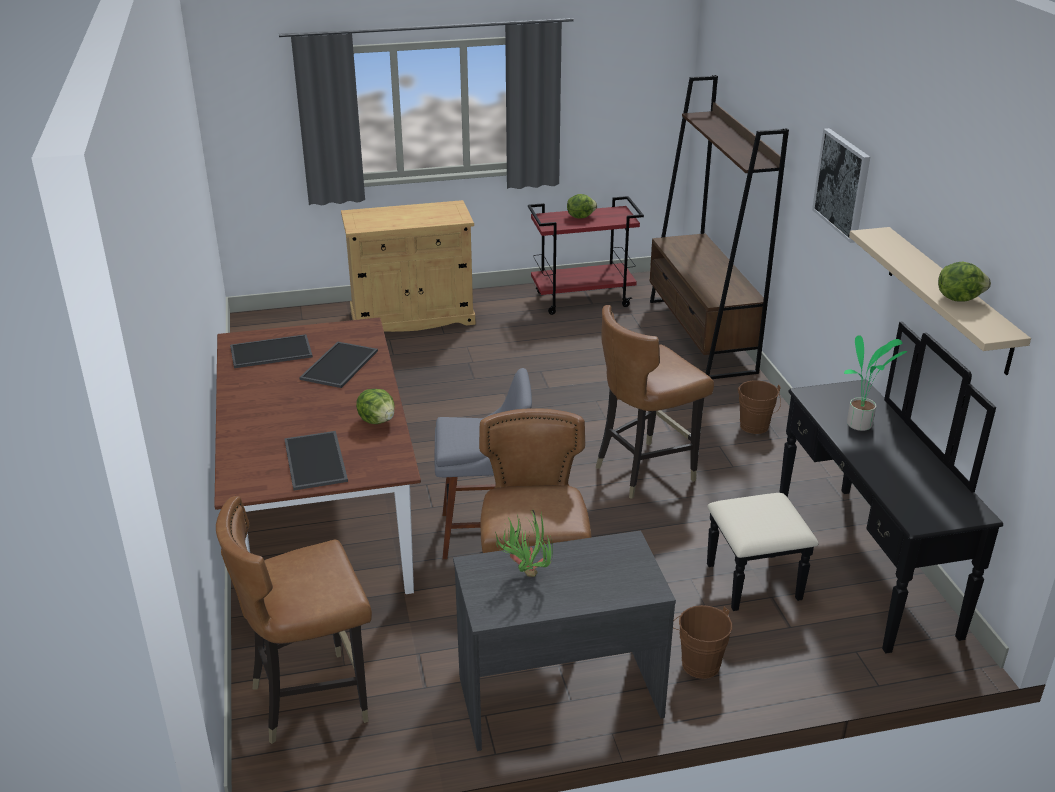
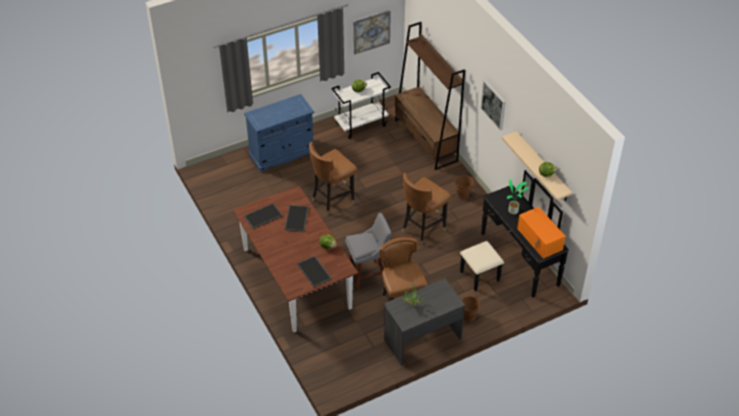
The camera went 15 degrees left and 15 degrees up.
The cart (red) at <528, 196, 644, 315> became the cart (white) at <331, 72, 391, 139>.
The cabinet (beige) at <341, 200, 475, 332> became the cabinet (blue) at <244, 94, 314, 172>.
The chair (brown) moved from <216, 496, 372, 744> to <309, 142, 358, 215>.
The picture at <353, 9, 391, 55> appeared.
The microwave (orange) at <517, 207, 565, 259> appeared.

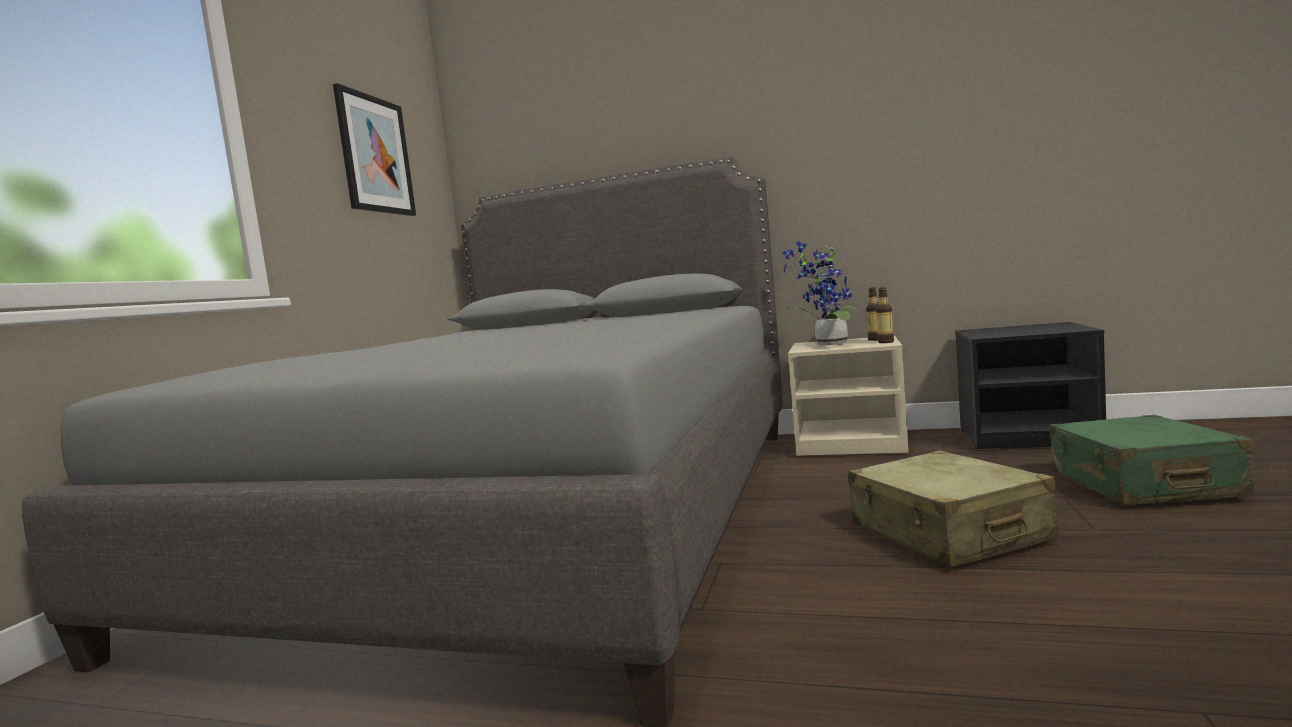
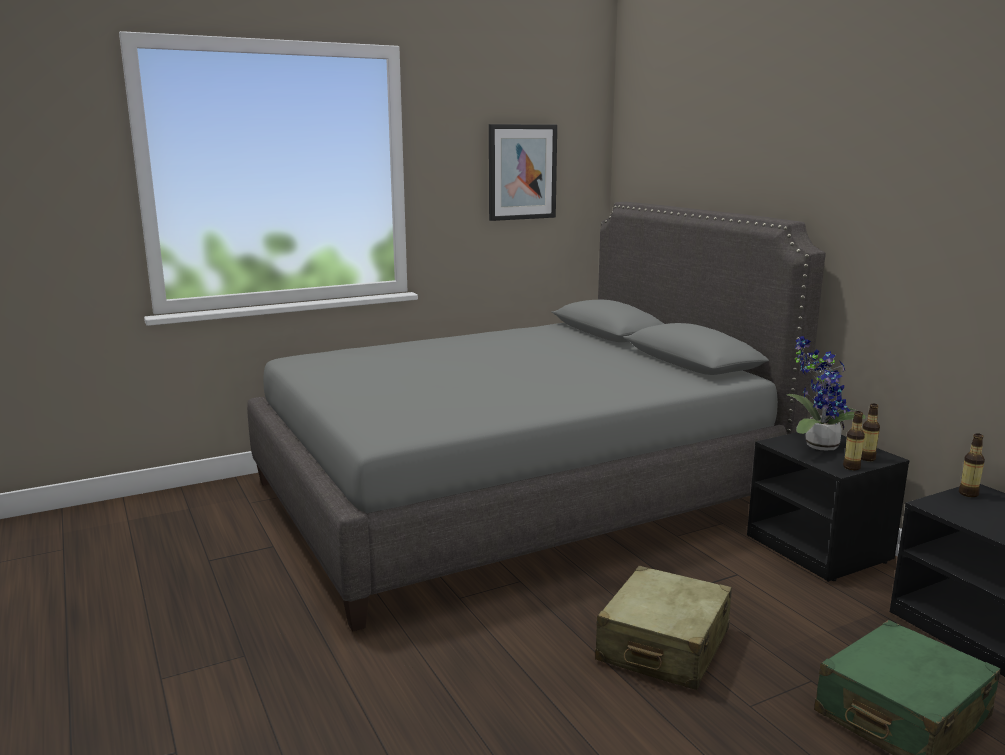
The camera went 45 degrees right and 10 degrees up.
The nightstand (beige) at <788, 336, 909, 456> became the nightstand (black) at <747, 432, 910, 582>.
The bottle at <959, 433, 985, 497> appeared.

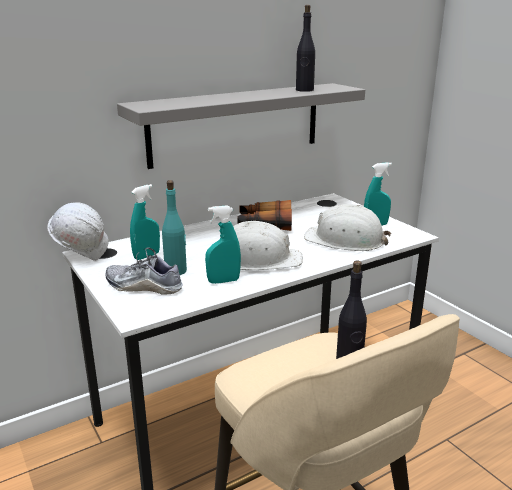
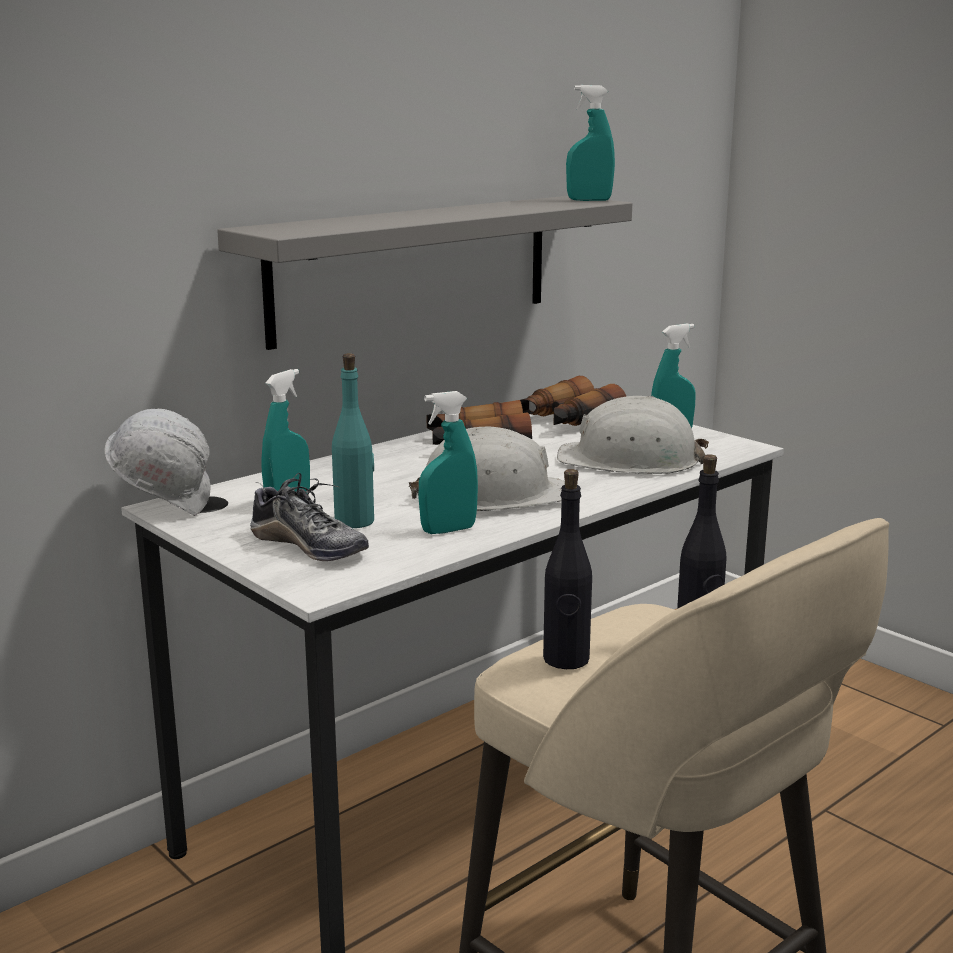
The camera went 10 degrees left and 5 degrees down.
The bottle (black) moved from <296, 5, 315, 92> to <543, 469, 592, 669>.
The shoe at <106, 247, 182, 295> turned 150 degrees counterclockwise.
The spray bottle (turquoise) at <566, 85, 615, 201> appeared.
The binoculars at <520, 376, 626, 426> appeared.

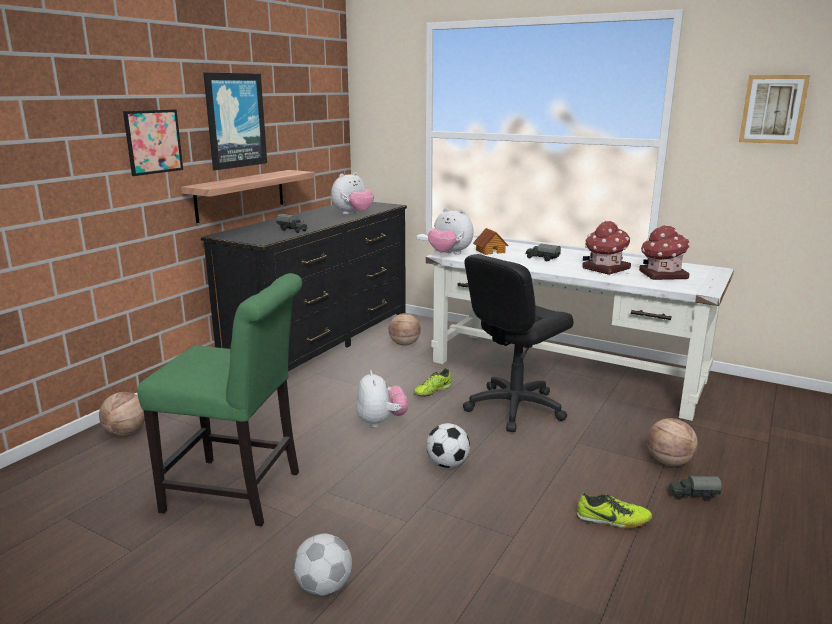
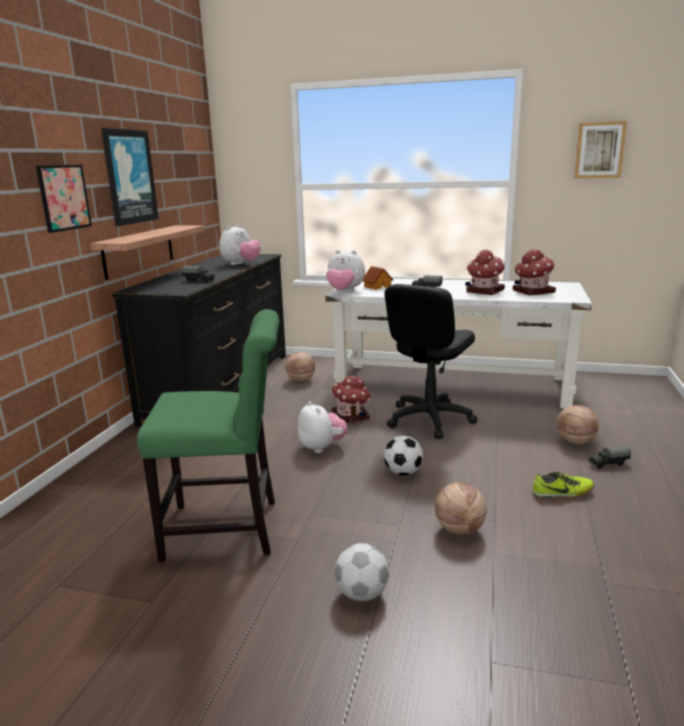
The camera went 15 degrees left and 0 degrees up.
The shoe at <414, 368, 451, 397> was replaced by the toy house at <331, 376, 370, 424>.
The basketball moved from <99, 392, 145, 436> to <435, 482, 487, 535>.

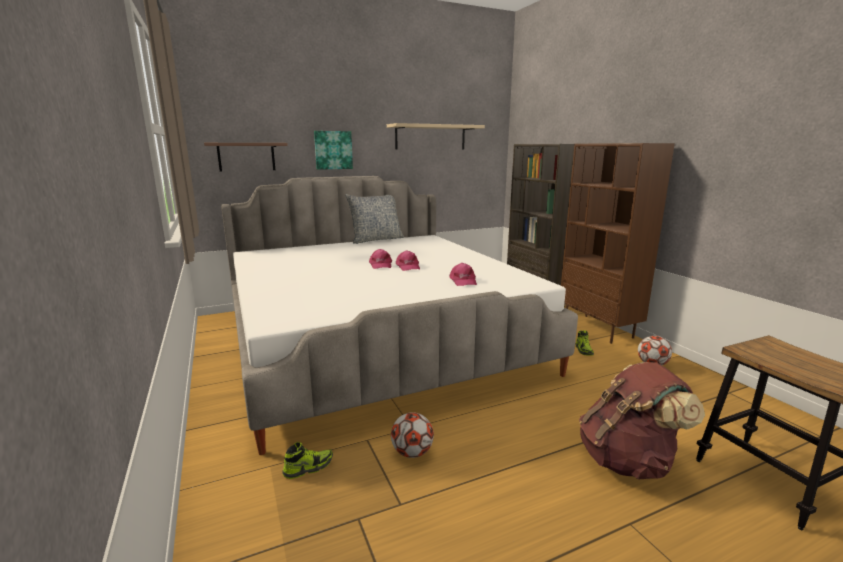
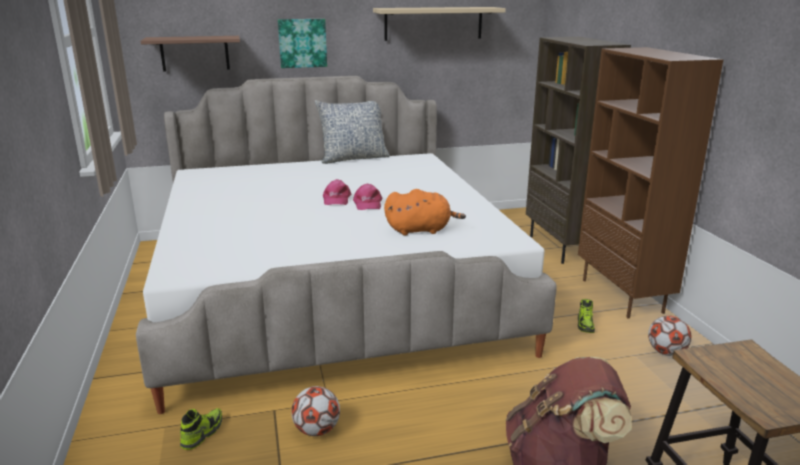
The camera went 10 degrees right and 5 degrees up.
The cap (pink) at <449, 263, 477, 286> was replaced by the plush toy (orange) at <384, 189, 466, 236>.
The shoe at <282, 442, 333, 479> turned 45 degrees counterclockwise.

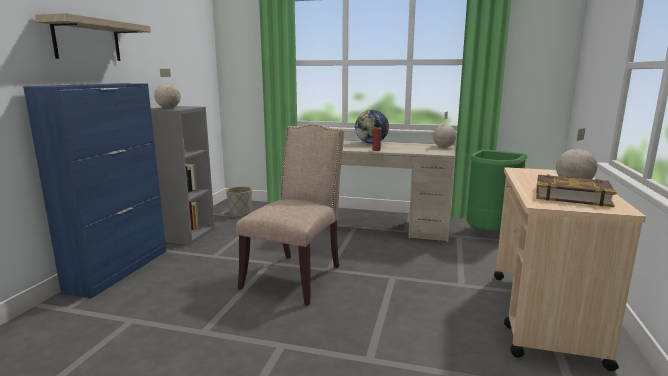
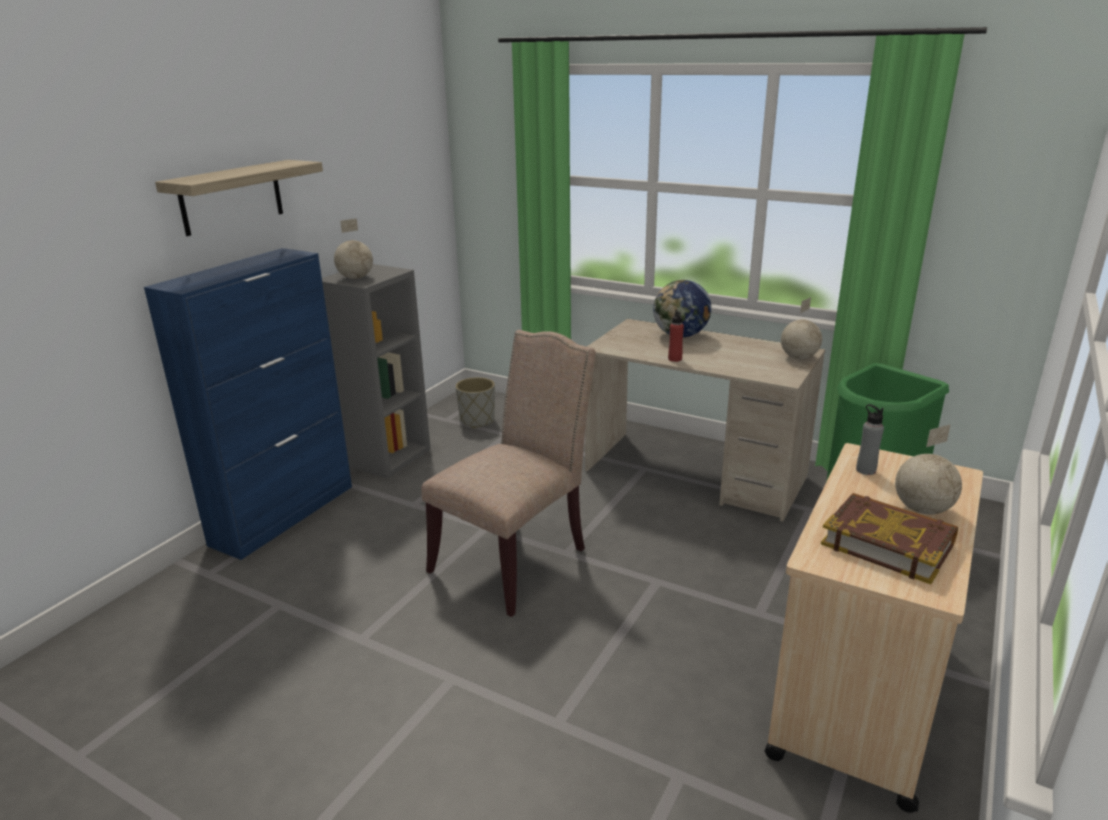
The camera went 15 degrees right and 10 degrees up.
The bottle (grey) at <856, 404, 884, 475> appeared.

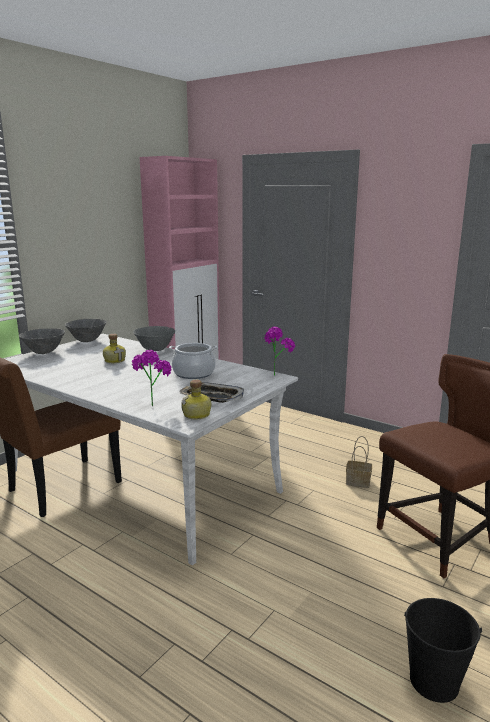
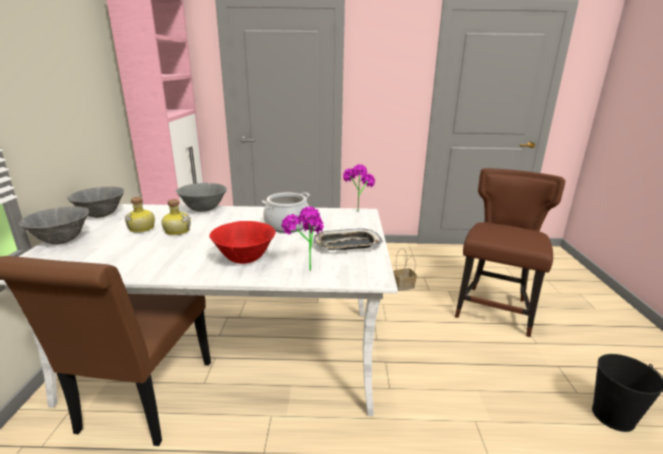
The camera went 35 degrees left and 5 degrees up.
The bottle moved from <181, 380, 211, 419> to <124, 197, 155, 233>.
The bowl (red) at <209, 221, 276, 264> appeared.

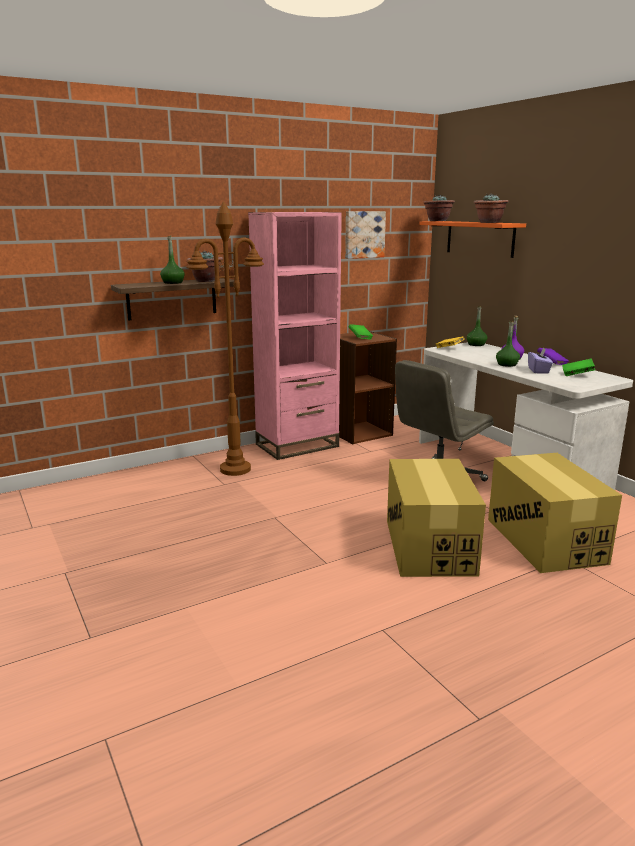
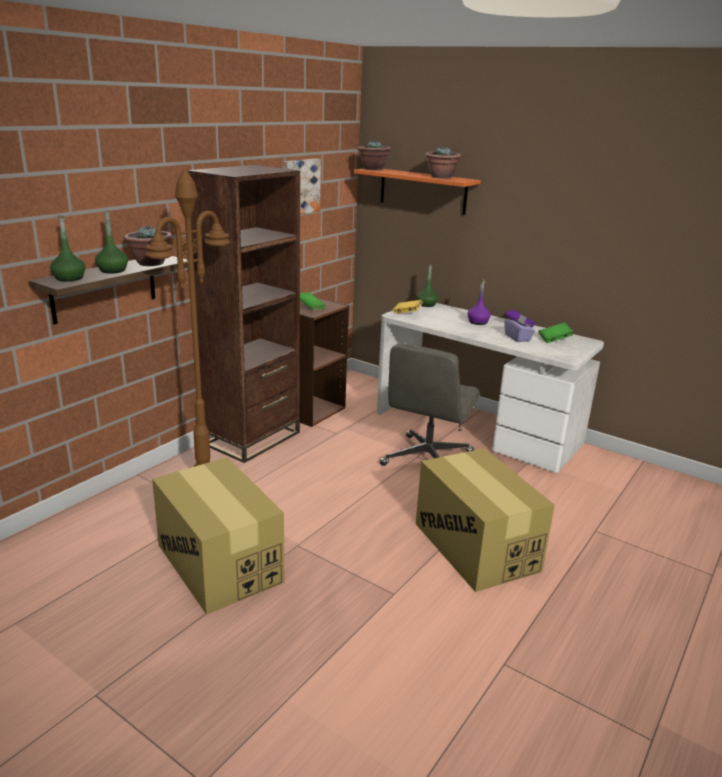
The camera went 25 degrees left and 5 degrees up.
The bookcase (pink) at <248, 212, 342, 460> became the bookcase (brown) at <187, 165, 300, 463>.
The bottle (green) moved from <496, 321, 520, 367> to <50, 216, 85, 281>.
The cardboard box moved from <488, 453, 622, 573> to <152, 457, 284, 615>.

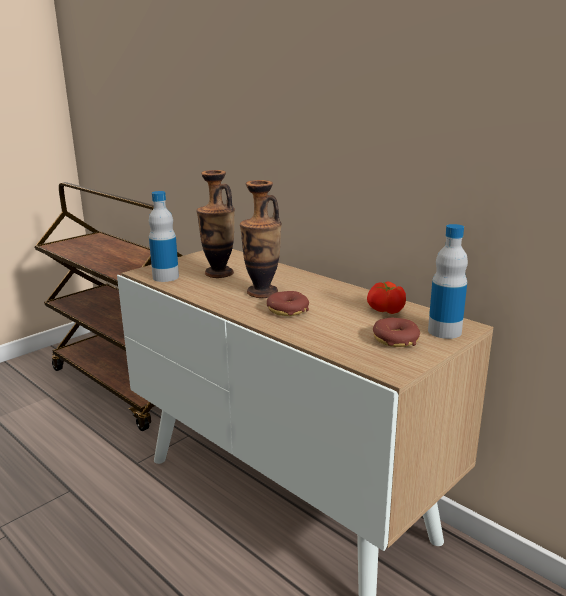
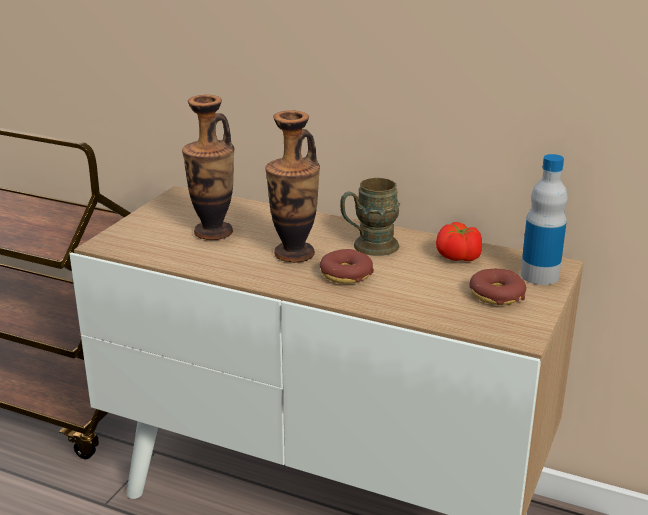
The camera went 20 degrees left and 5 degrees up.
The bottle at <149, 191, 179, 282> disappeared.
The mug (brown) at <340, 178, 400, 256> appeared.

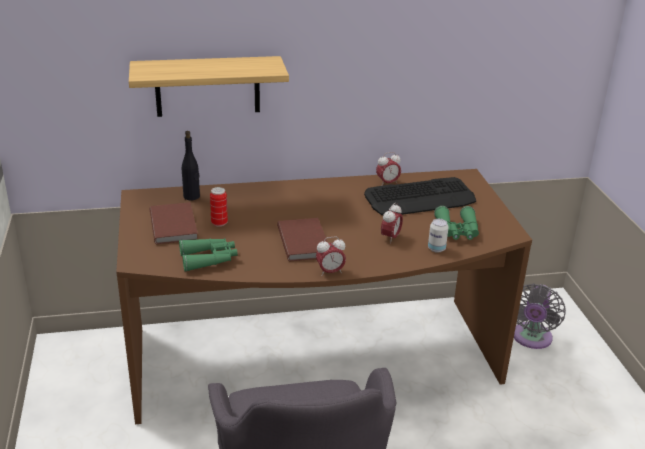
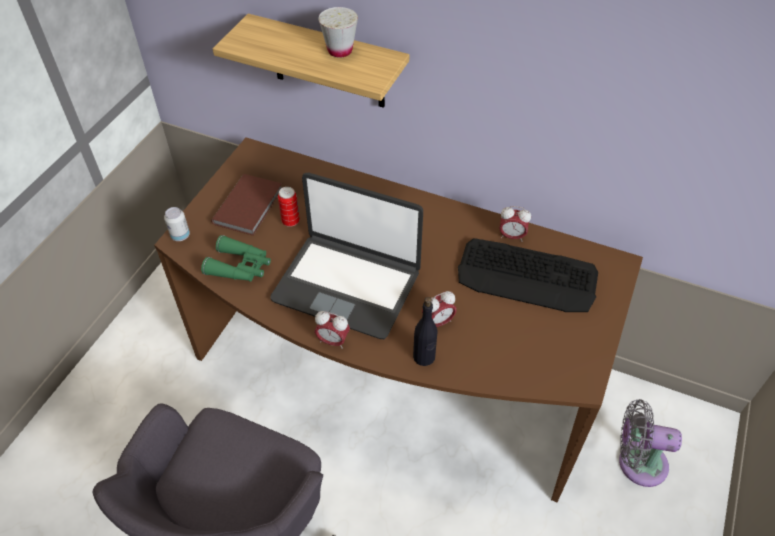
The camera went 35 degrees right and 20 degrees up.
The bottle (black) moved from <182, 131, 200, 200> to <413, 297, 438, 366>.
The binoculars (green) at <434, 206, 479, 240> disappeared.
The book (brown) at <277, 218, 328, 261> was replaced by the laptop at <270, 173, 423, 339>.
The can moved from <428, 219, 449, 253> to <164, 207, 190, 241>.
The fan (grey) at <514, 283, 566, 349> turned 45 degrees clockwise.
The cup (white) at <318, 7, 358, 58> appeared.

